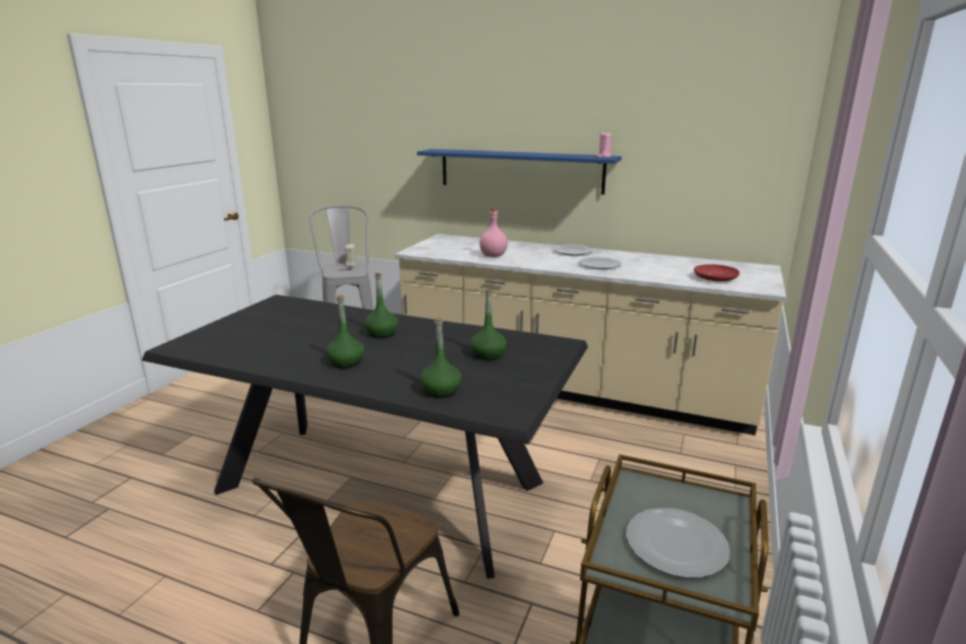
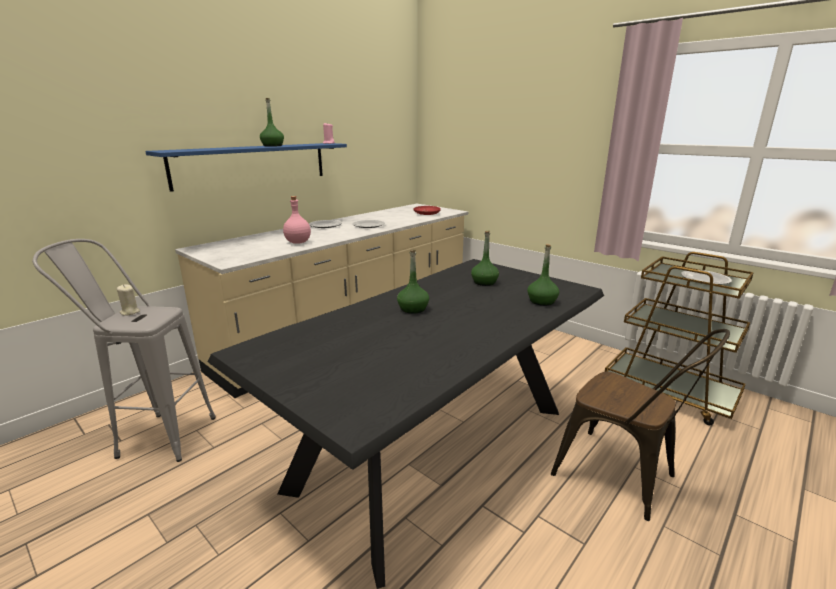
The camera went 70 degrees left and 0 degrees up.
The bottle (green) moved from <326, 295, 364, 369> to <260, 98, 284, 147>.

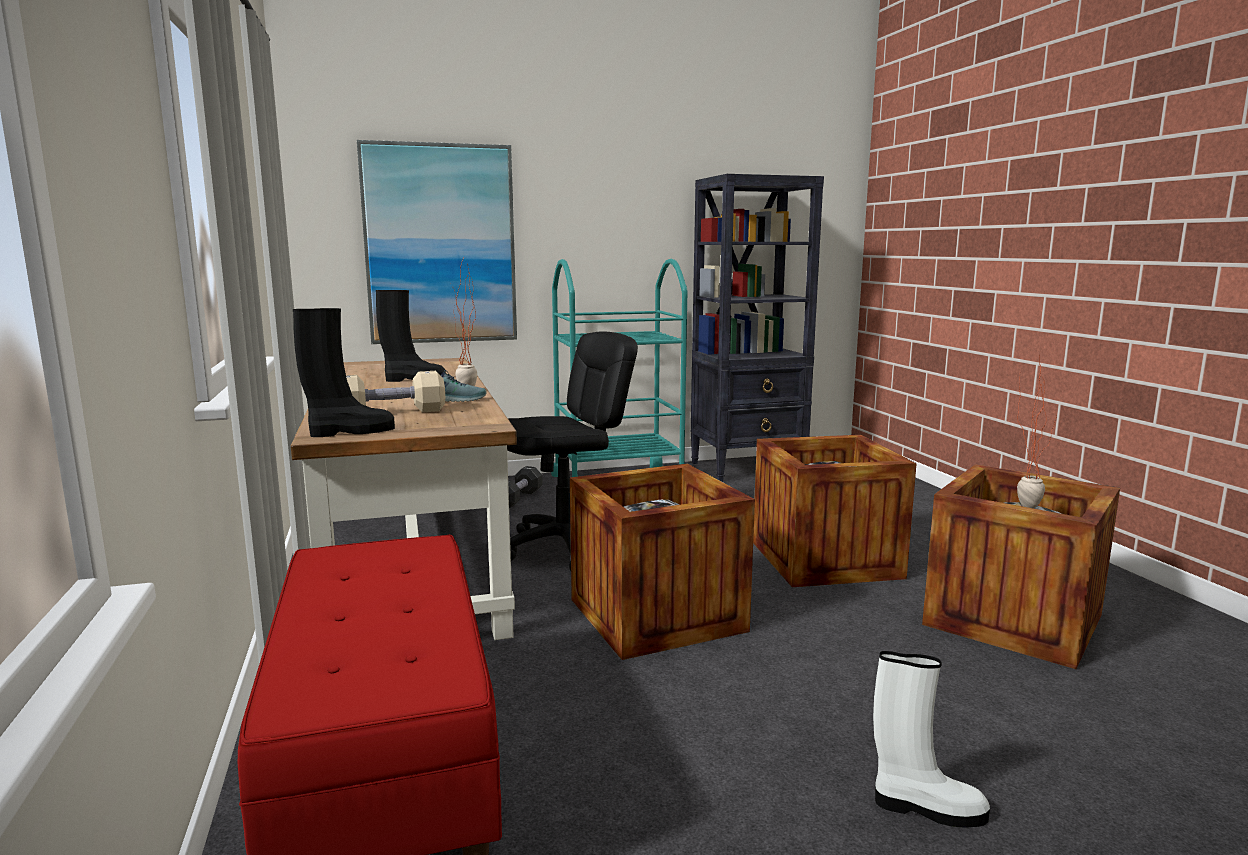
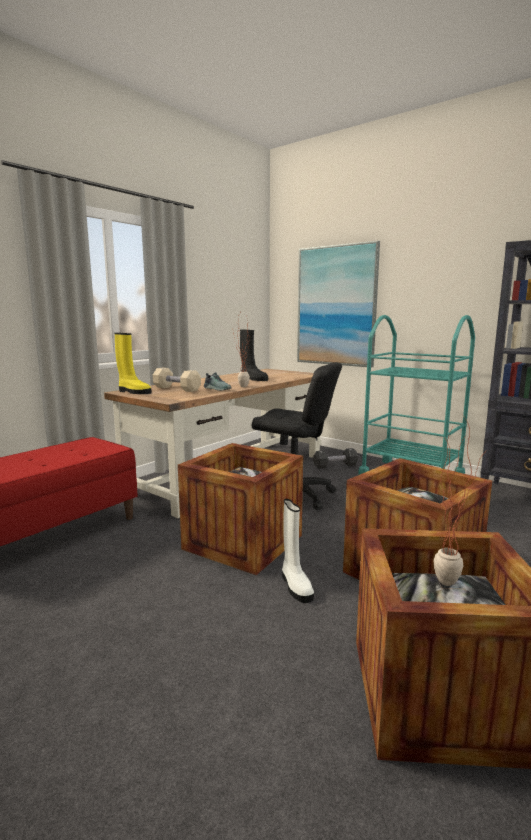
The camera went 55 degrees right and 0 degrees up.
The boot (black) at <293, 308, 395, 437> became the boot (yellow) at <114, 333, 152, 394>.
The boot (white) moved from <873, 651, 990, 828> to <282, 499, 314, 603>.

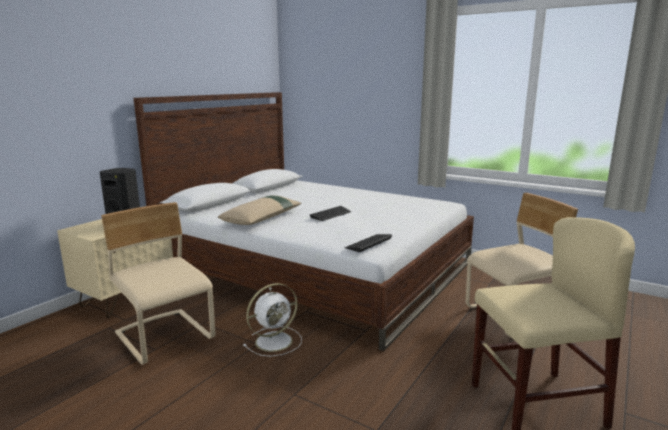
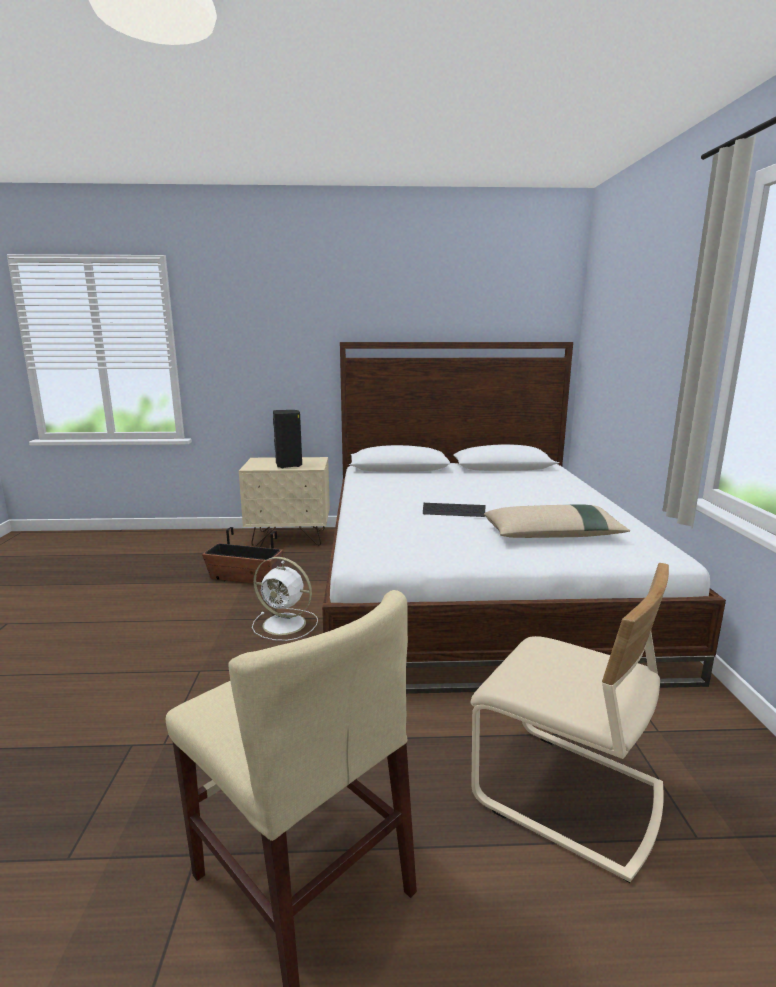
The camera went 55 degrees right and 0 degrees up.
The pillow (beige) moved from <218, 195, 302, 225> to <484, 505, 630, 538>.
The chair (beige) at <101, 202, 215, 365> was replaced by the planter at <202, 527, 283, 583>.
The keyboard at <345, 234, 392, 252> disappeared.

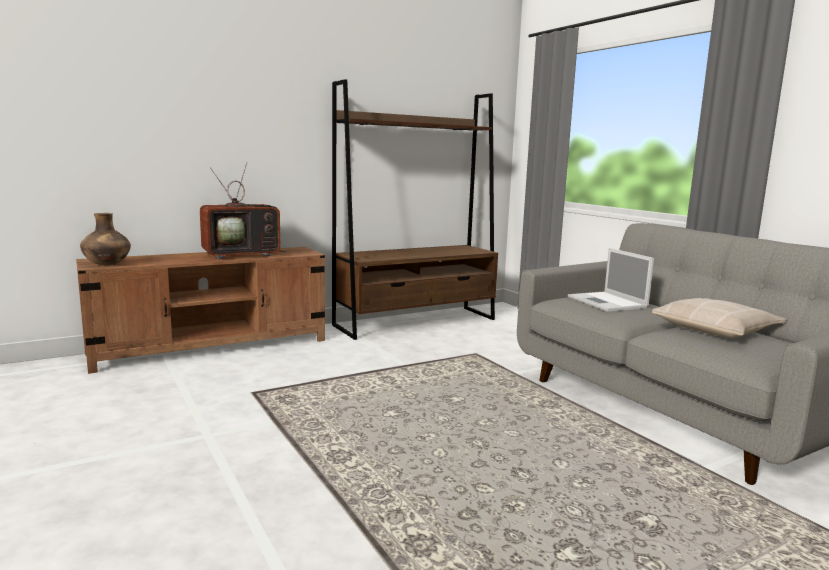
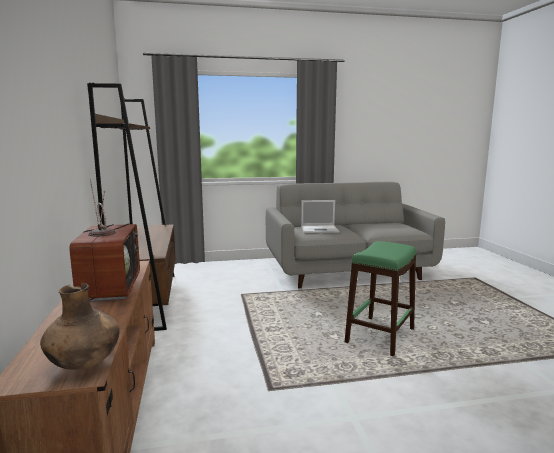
The camera went 70 degrees left and 0 degrees up.
The pillow (beige) at <652, 298, 787, 338> disappeared.
The stool (green) at <345, 241, 416, 356> appeared.

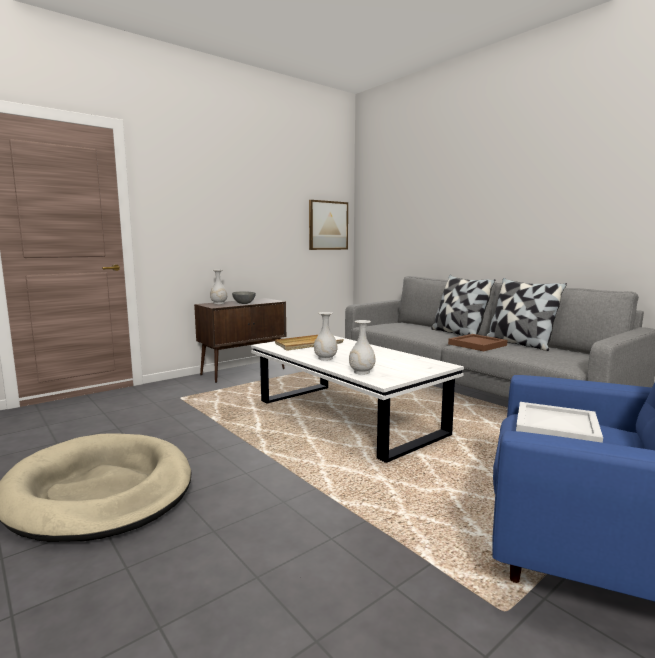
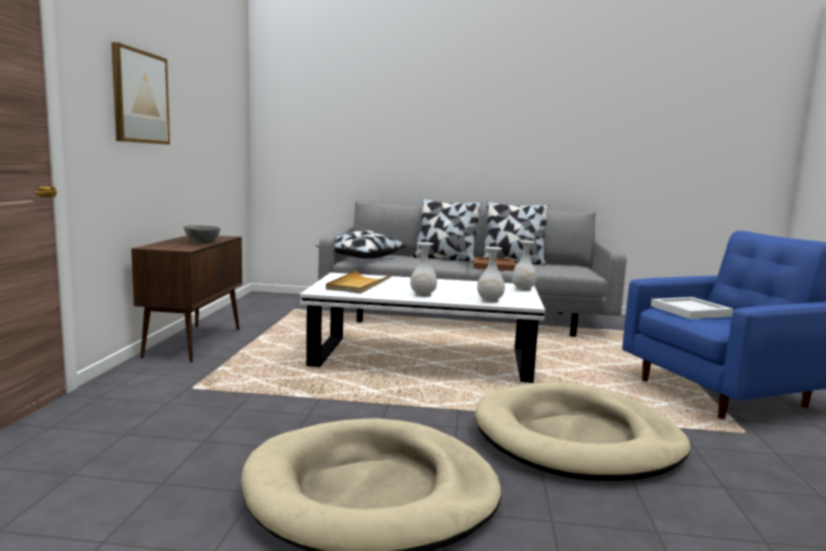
The camera went 45 degrees left and 0 degrees up.
The picture moved from <309, 200, 348, 250> to <111, 42, 170, 145>.
The vase (white) moved from <210, 270, 227, 304> to <512, 240, 537, 291>.
The pillow at <315, 230, 407, 259> appeared.
The dog bed (beige) at <475, 383, 690, 481> appeared.

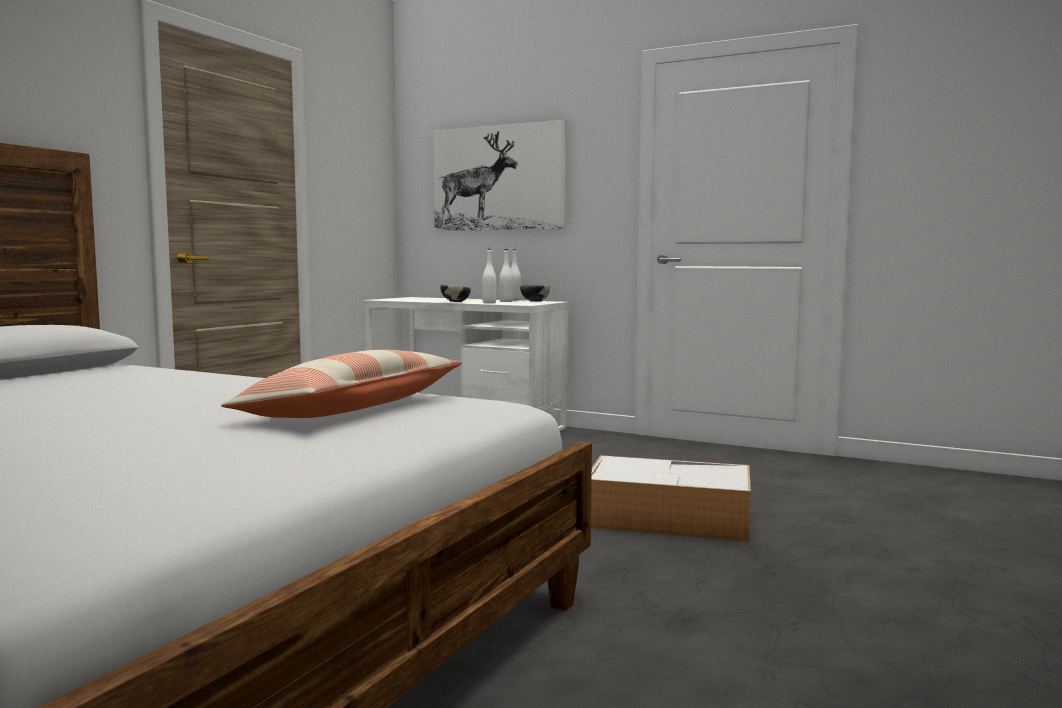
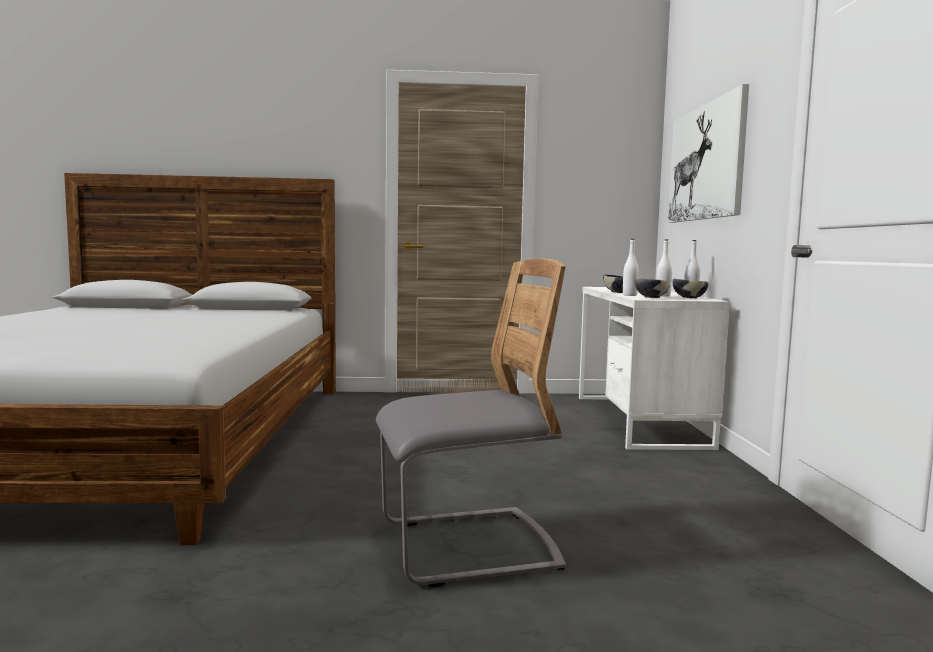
The camera went 60 degrees right and 0 degrees up.
The pillow at <221, 350, 462, 418> disappeared.
The storage box at <591, 455, 751, 542> was replaced by the chair (grey) at <376, 259, 566, 587>.
The bowl at <635, 279, 670, 298> appeared.

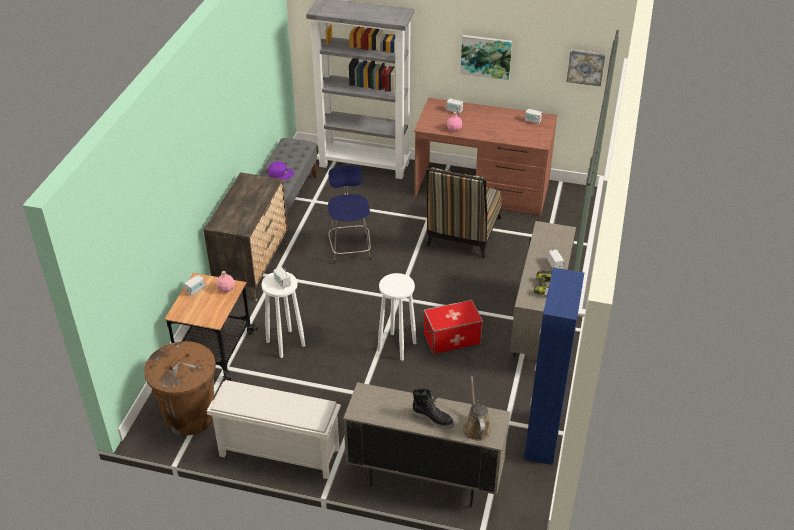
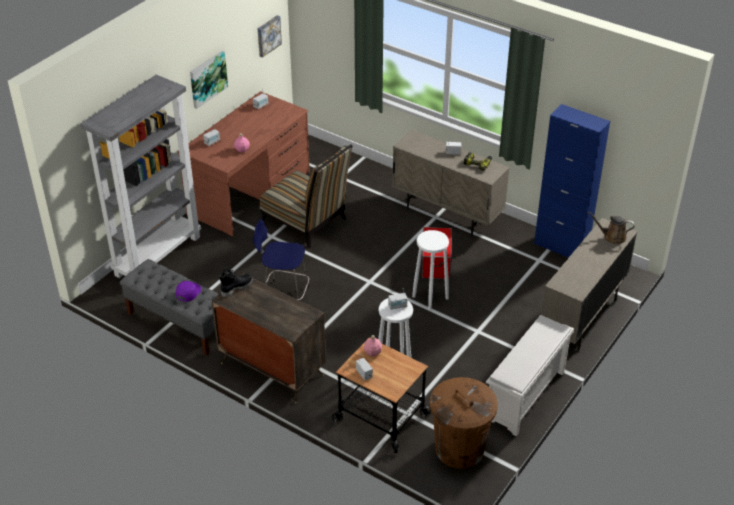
The camera went 70 degrees left and 0 degrees up.
The boot (black) moved from <413, 389, 454, 429> to <219, 267, 254, 297>.

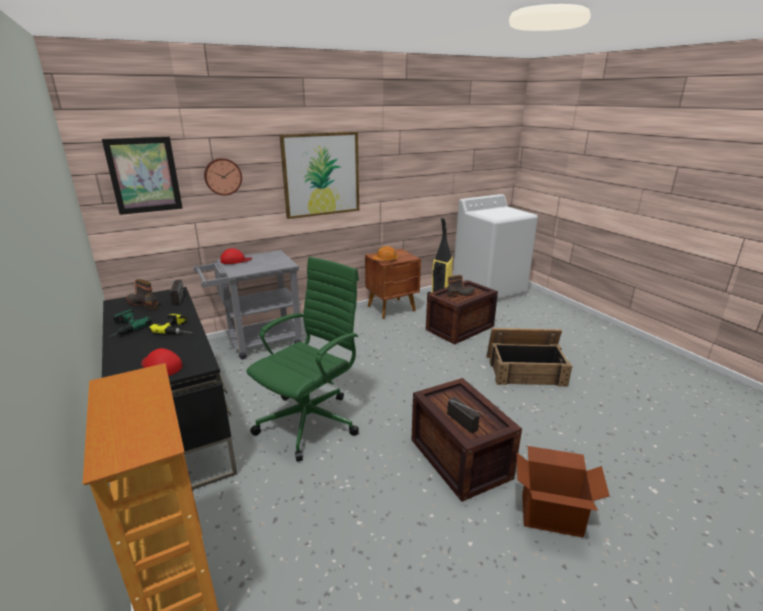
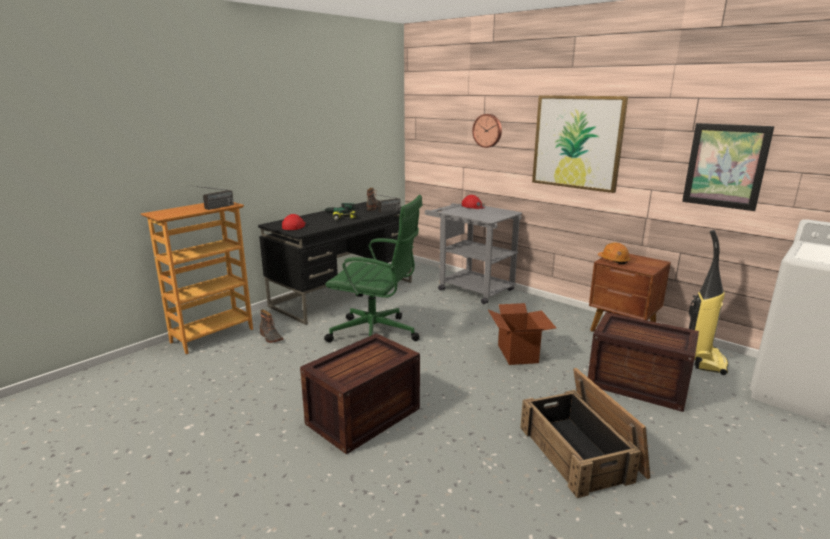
The camera went 70 degrees right and 5 degrees down.
The picture moved from <102, 136, 183, 215> to <682, 123, 774, 211>.
The boot moved from <447, 275, 475, 297> to <260, 310, 283, 343>.
The radio moved from <447, 397, 489, 433> to <186, 185, 234, 210>.
The cardboard box moved from <517, 446, 610, 538> to <488, 303, 556, 365>.

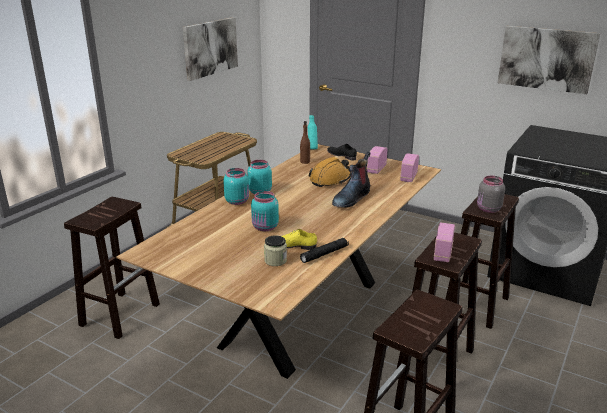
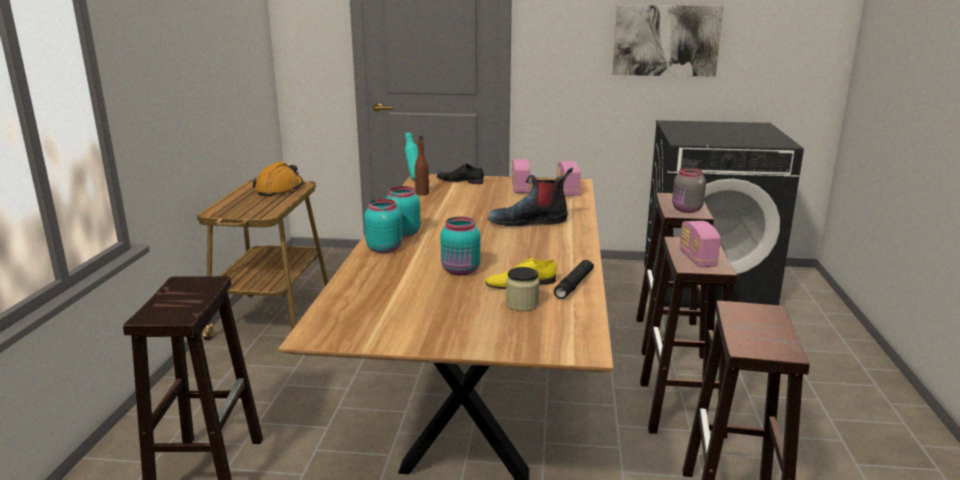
The camera went 25 degrees left and 5 degrees down.
The picture at <183, 17, 238, 81> disappeared.
The boot at <332, 152, 370, 208> turned 75 degrees clockwise.
The hard hat (orange) moved from <309, 157, 351, 187> to <252, 162, 303, 197>.

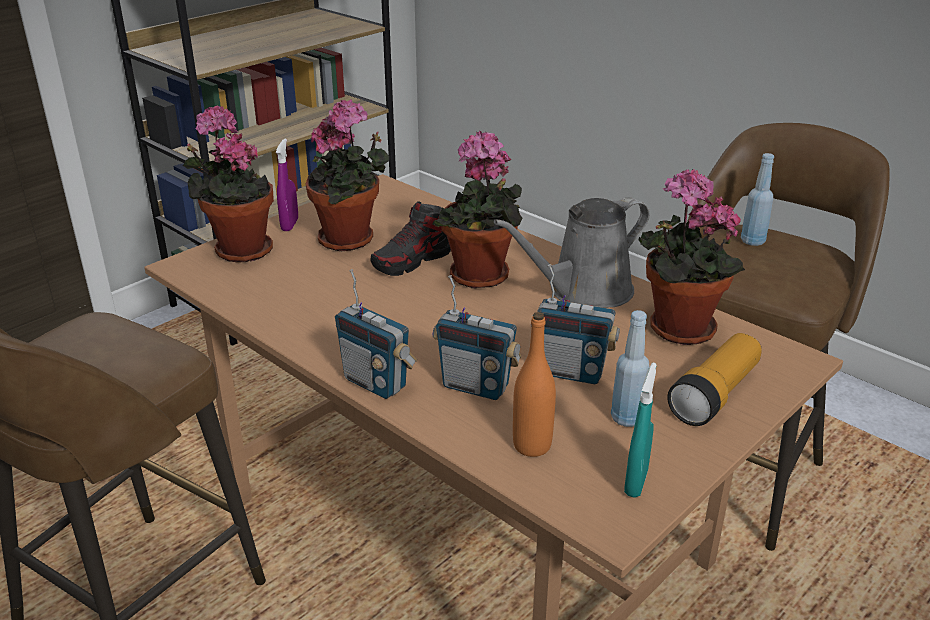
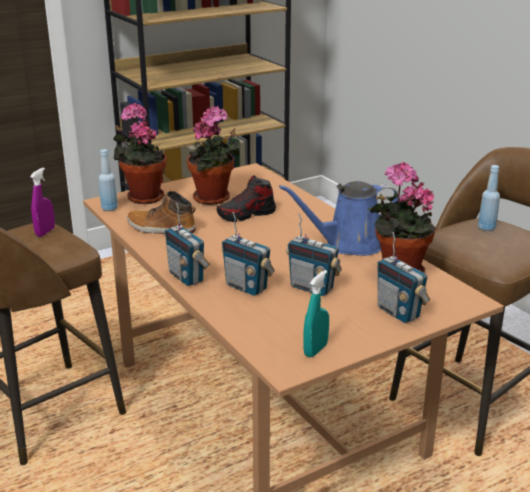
The camera went 15 degrees right and 5 degrees down.
The potted plant at <433, 131, 523, 289> disappeared.
The spray bottle (purple) moved from <276, 139, 298, 231> to <30, 167, 55, 237>.
The watering can (grey) at <494, 198, 650, 308> became the watering can (blue) at <279, 181, 398, 256>.
The bottle (blue) moved from <611, 310, 650, 427> to <98, 149, 118, 211>.
The bottle (orange) at <513, 312, 556, 457> disappeared.
The flashlight at <667, 333, 762, 426> was replaced by the radio at <377, 232, 430, 323>.
The boot at <127, 191, 196, 234> appeared.

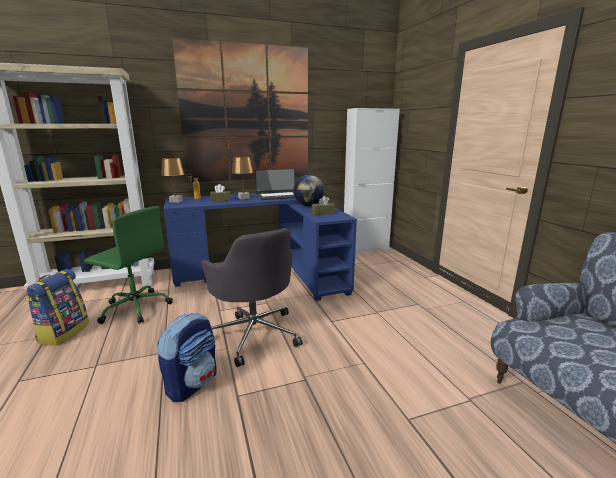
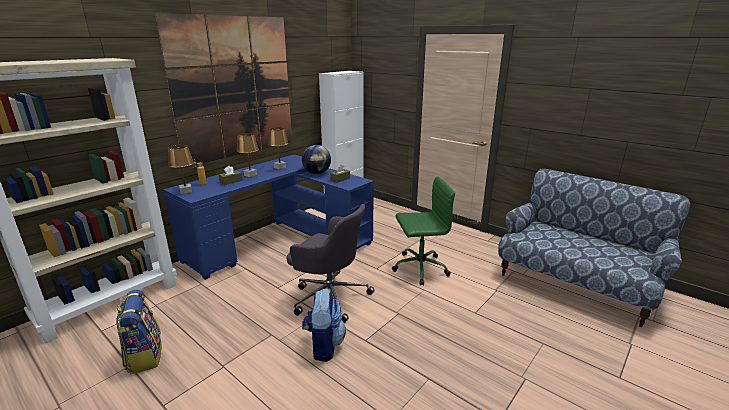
The camera went 30 degrees left and 5 degrees up.
The laptop at <255, 168, 295, 200> was replaced by the table lamp (brown) at <268, 127, 288, 169>.
The office chair (green) moved from <84, 206, 173, 324> to <392, 176, 455, 286>.

